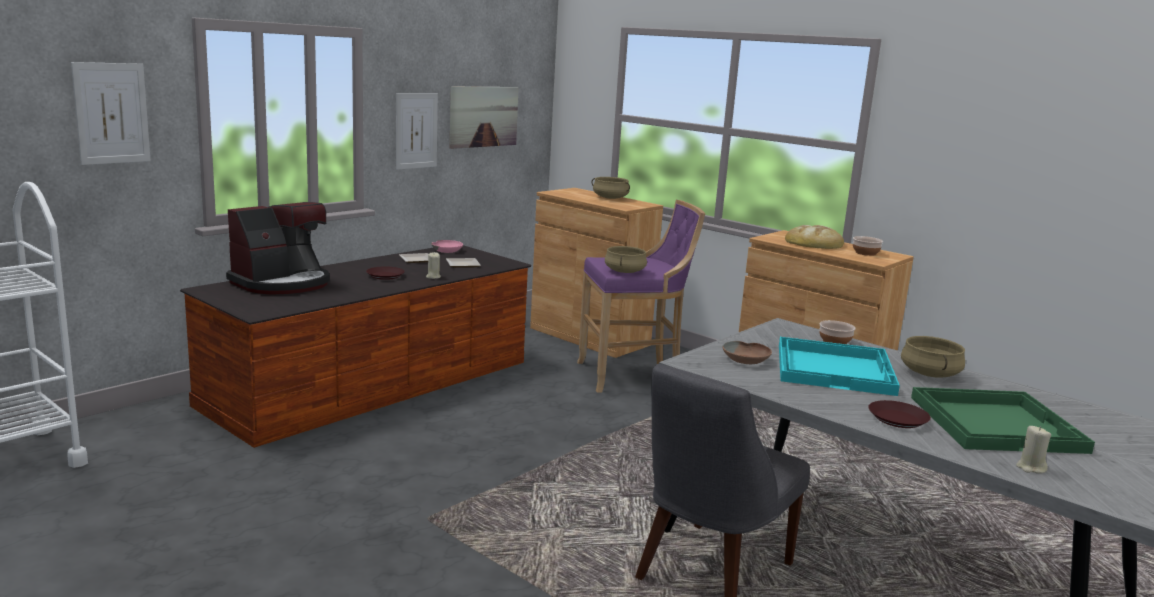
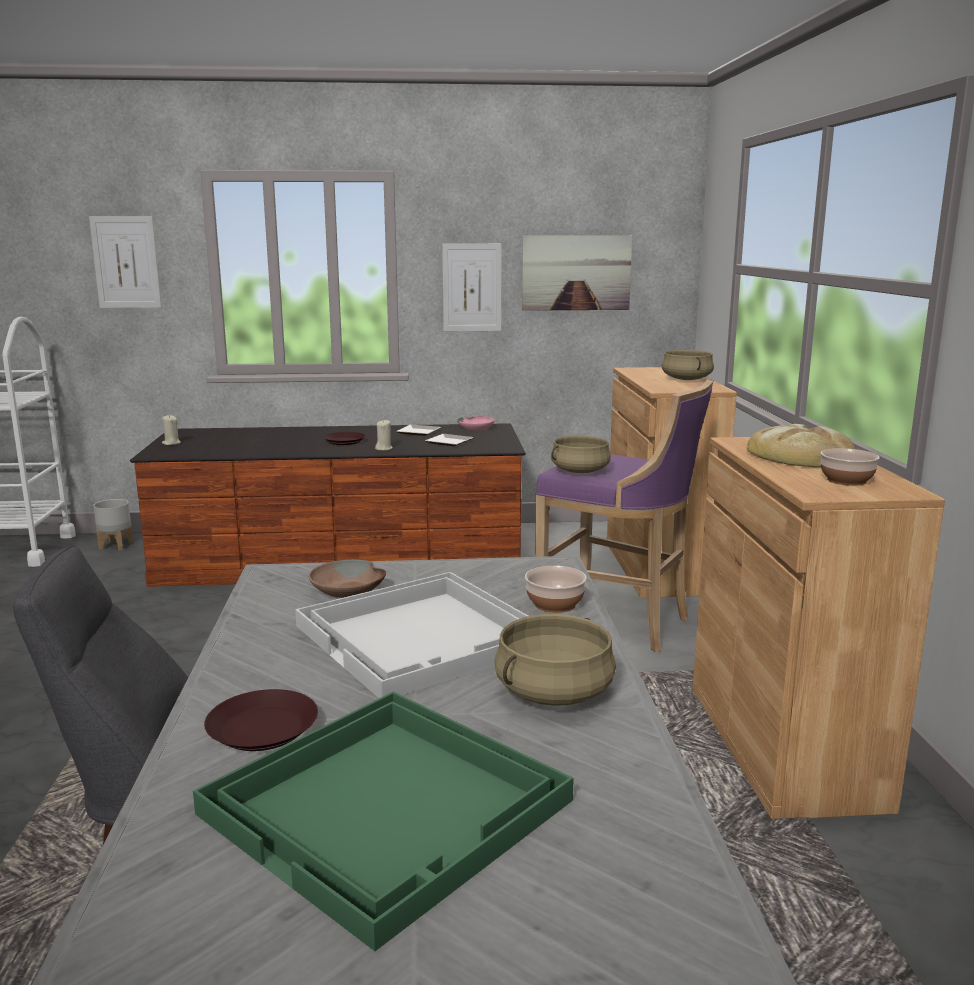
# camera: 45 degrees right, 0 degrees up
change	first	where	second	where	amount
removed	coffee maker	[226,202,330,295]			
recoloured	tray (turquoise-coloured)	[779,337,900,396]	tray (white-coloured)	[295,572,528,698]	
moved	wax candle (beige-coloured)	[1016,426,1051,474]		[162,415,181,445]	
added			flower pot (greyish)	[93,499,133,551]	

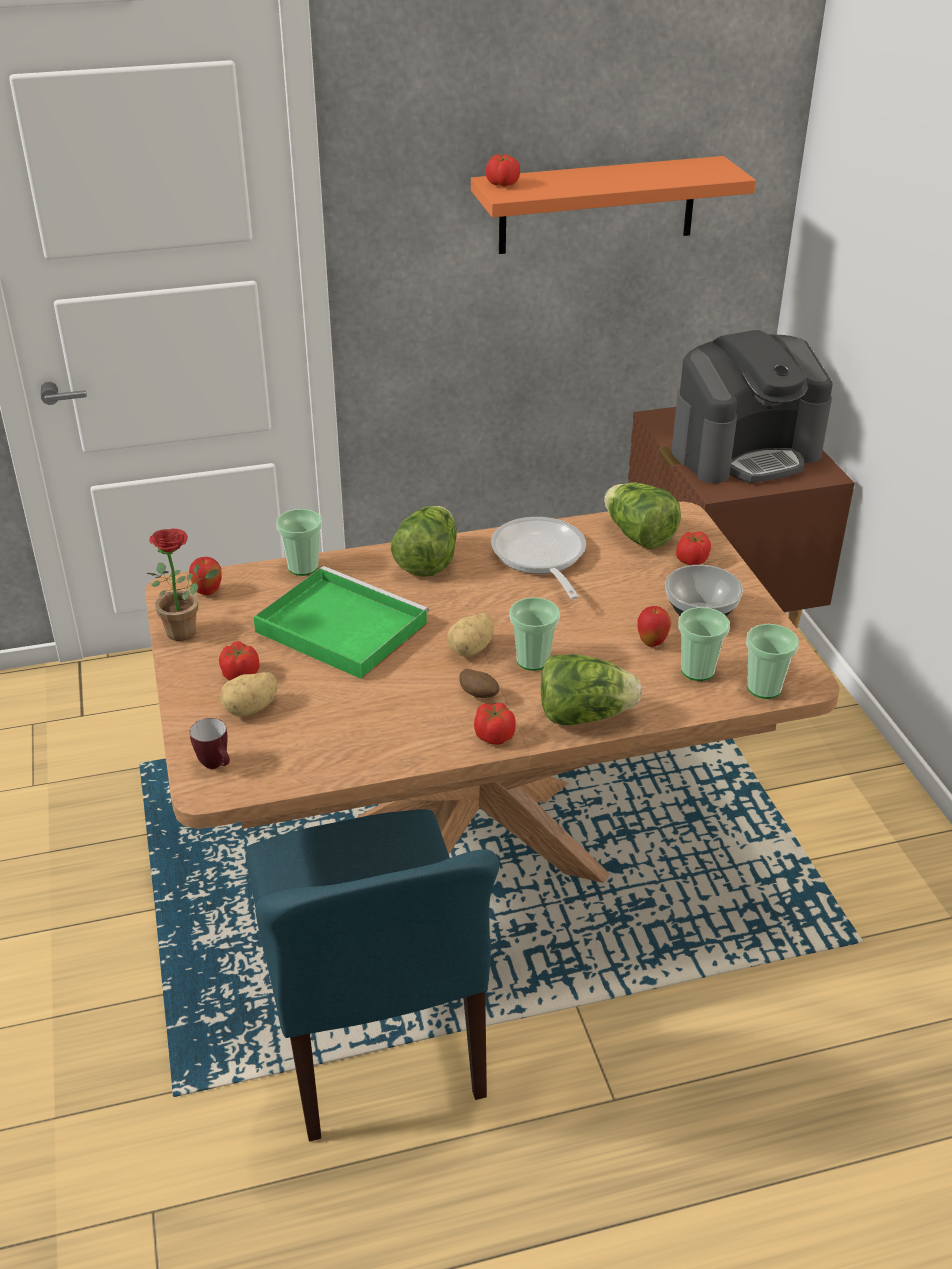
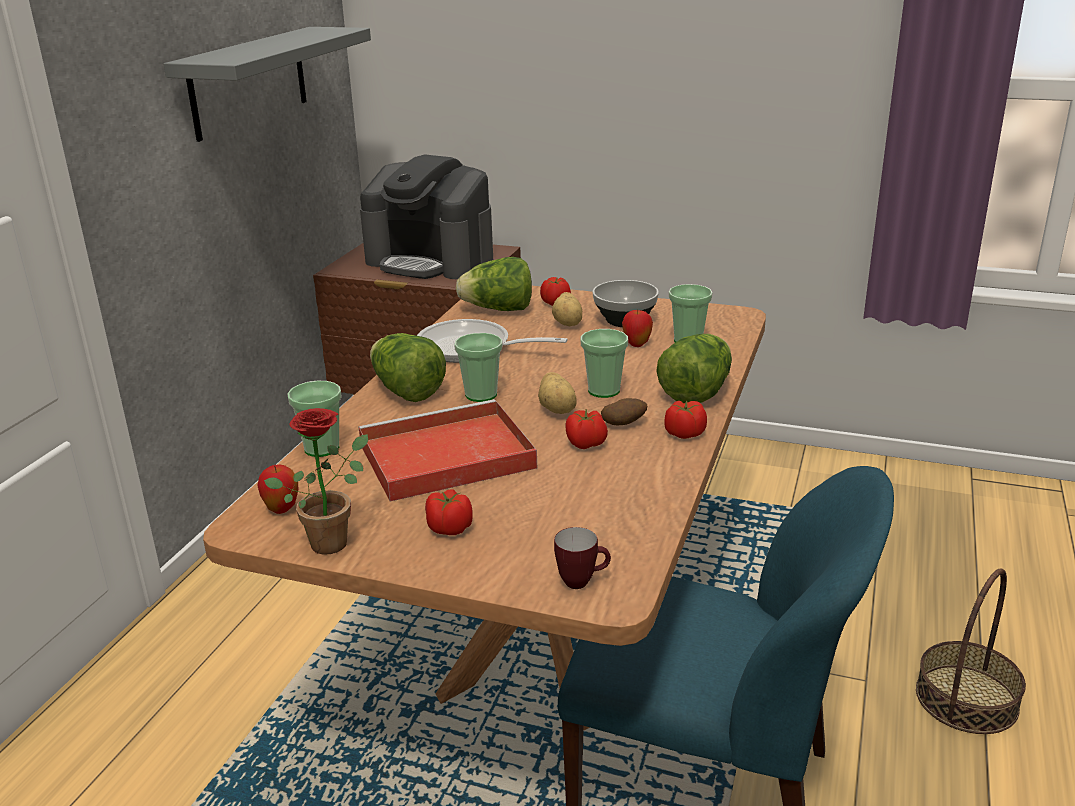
# camera: 55 degrees left, 10 degrees down
change	first	where	second	where	amount
moved	potato	[220,672,277,717]		[552,292,582,326]	
recoloured	tray (greenish)	[253,566,429,679]	tray (red-coloured)	[358,399,537,502]	
recoloured	bracket shelf (orangey)	[471,156,756,254]	bracket shelf (greyish)	[164,27,371,142]	
moved	fresh tomato	[486,154,520,187]		[566,409,608,449]	
turned	coffee maker	[672,330,832,483]		[360,154,493,279]	105 degrees clockwise
moved	small cup	[746,624,799,699]		[454,333,503,402]	
added			household basket	[916,569,1026,734]	

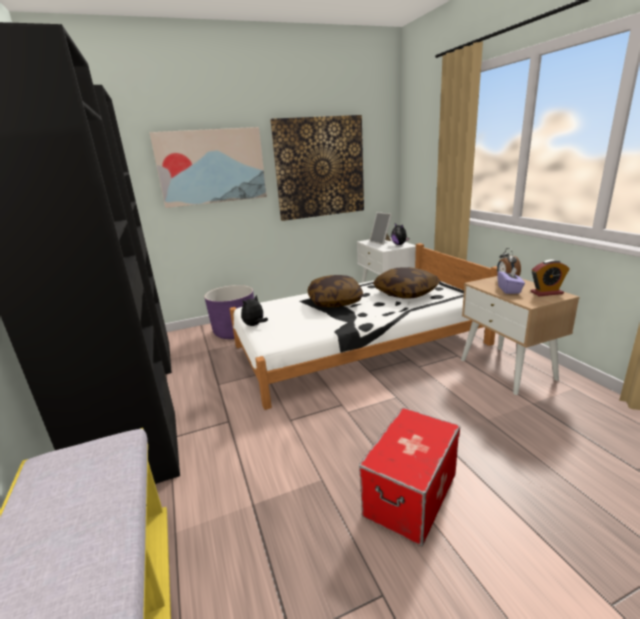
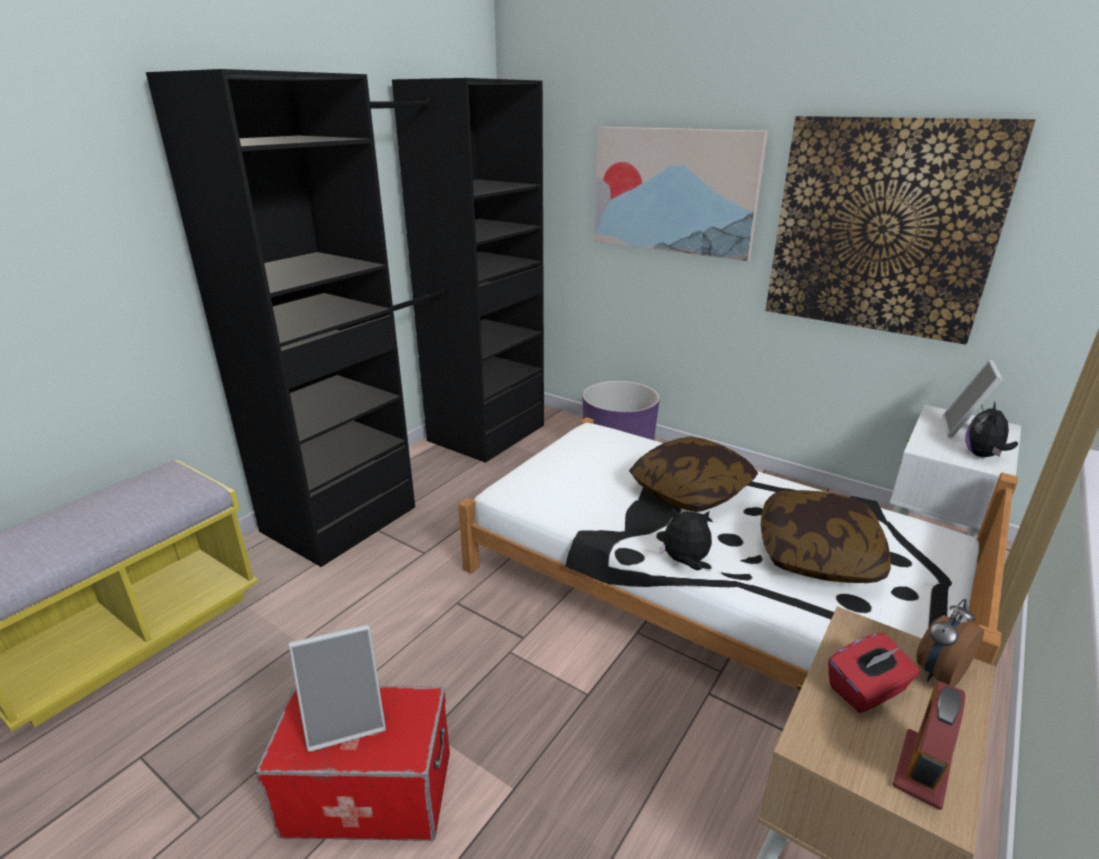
# camera: 55 degrees right, 5 degrees up
change	first	where	second	where	amount
moved	cuddly toy	[241,295,268,326]		[659,508,712,570]	
recoloured	box of tissues (purple)	[497,267,525,294]	box of tissues (red-coloured)	[828,633,920,713]	
turned	table clock	[530,260,570,296]		[893,680,965,810]	75 degrees clockwise
added			photo frame	[289,624,386,752]	

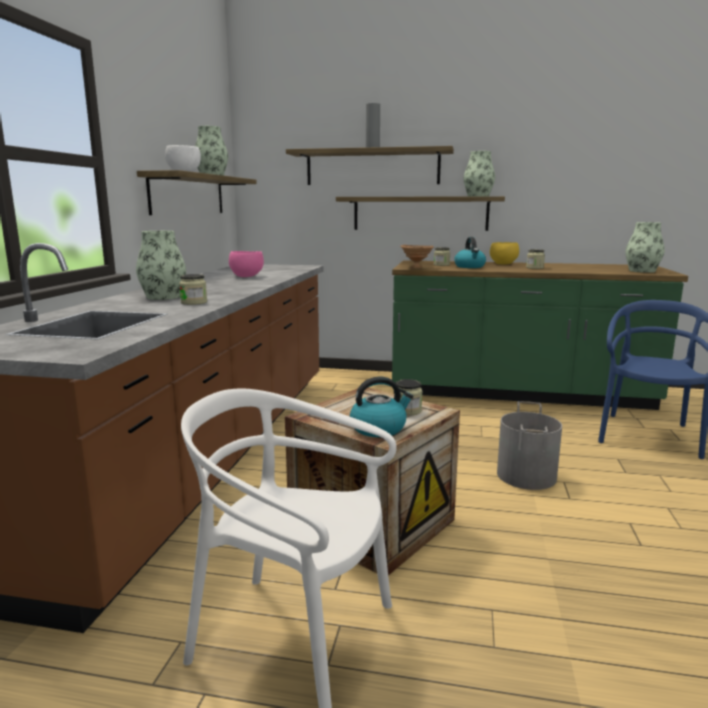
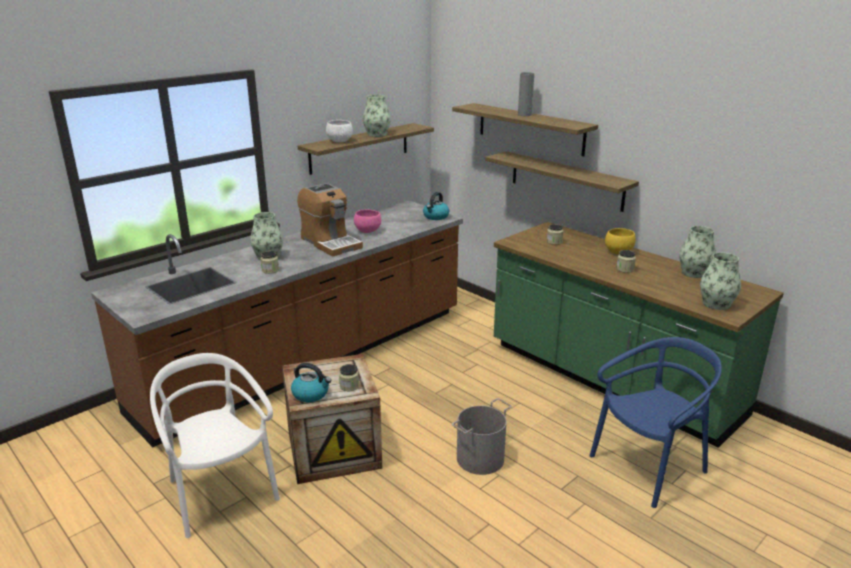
# camera: 35 degrees right, 10 degrees up
change	first	where	second	where	amount
removed	serving bowl (brown-coloured)	[400,245,434,268]			
moved	tea kettle	[454,237,486,268]		[423,192,449,220]	
moved	flower vase	[464,151,495,196]		[679,226,716,278]	
added			coffee maker	[297,183,363,257]	

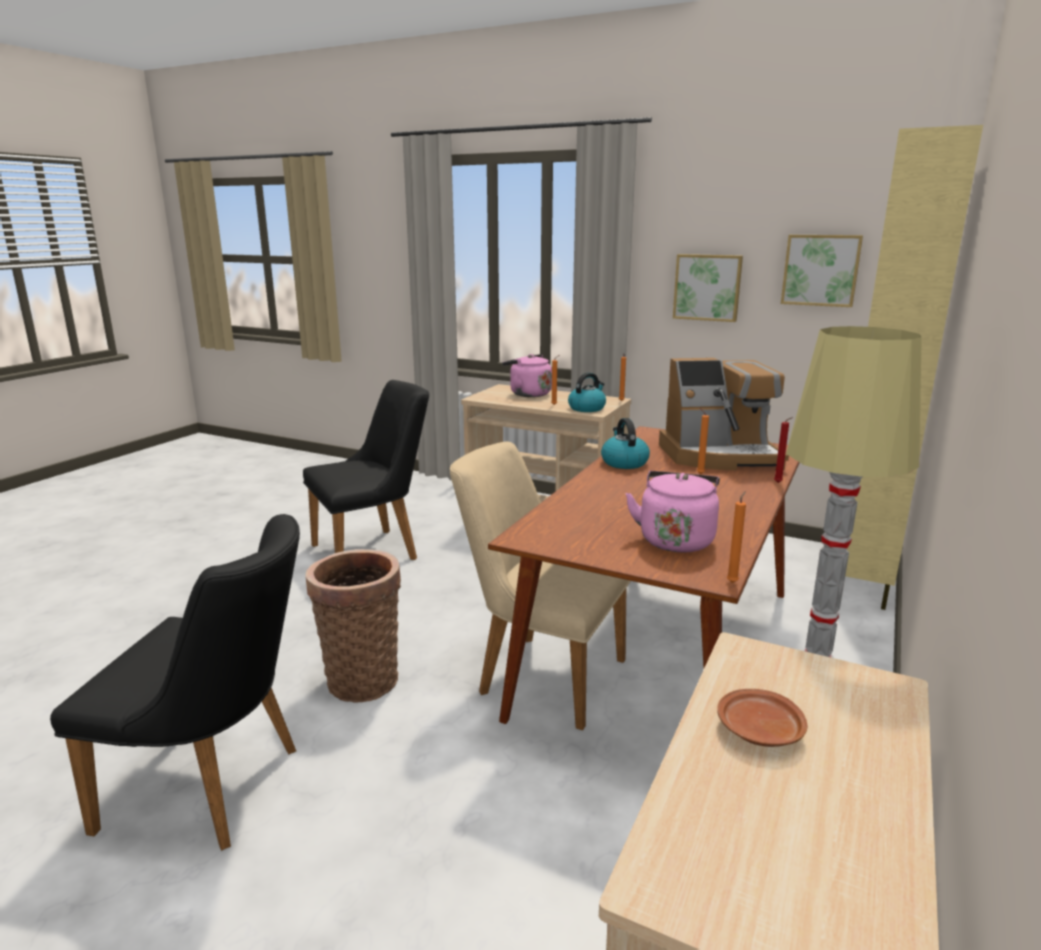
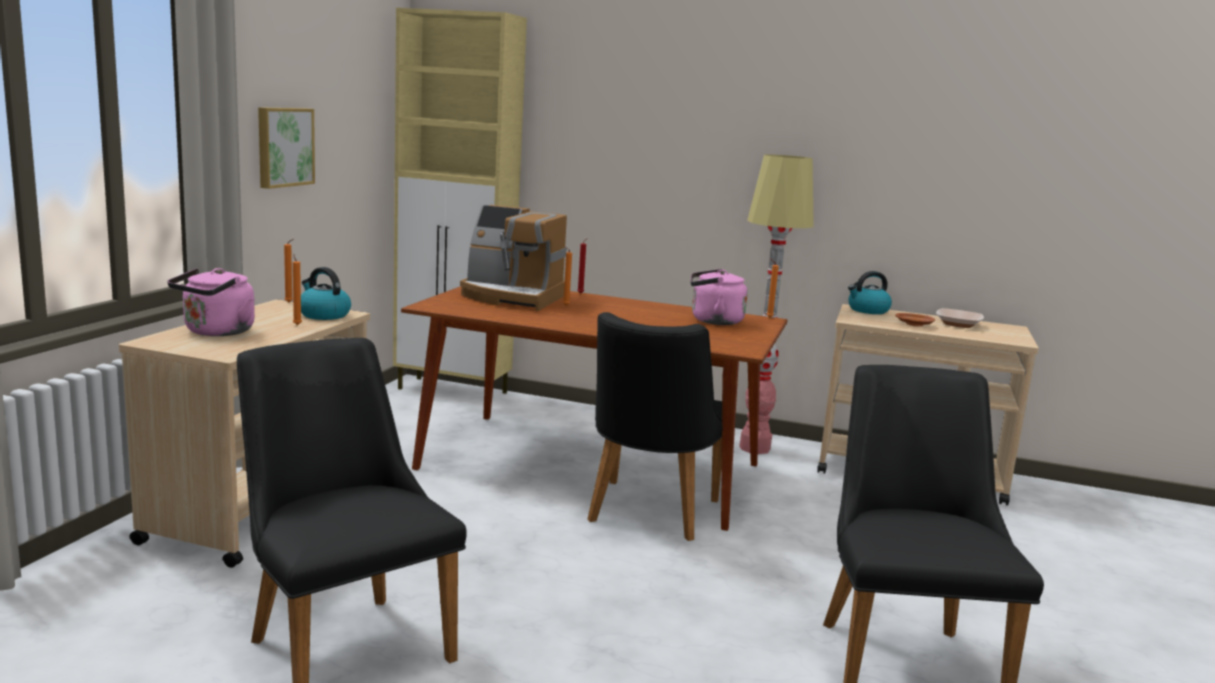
# camera: 100 degrees left, 5 degrees down
change	first	where	second	where	amount
removed	household basket	[306,549,401,702]			
recoloured	plain chair (beige-coloured)	[450,441,631,730]	plain chair (black)	[587,312,723,541]	
moved	tea kettle	[601,418,650,469]		[848,271,892,314]	
turned	coffee maker	[659,358,789,470]		[460,205,567,311]	120 degrees clockwise
removed	picture	[781,235,863,307]			
added			serving bowl	[936,308,984,328]	

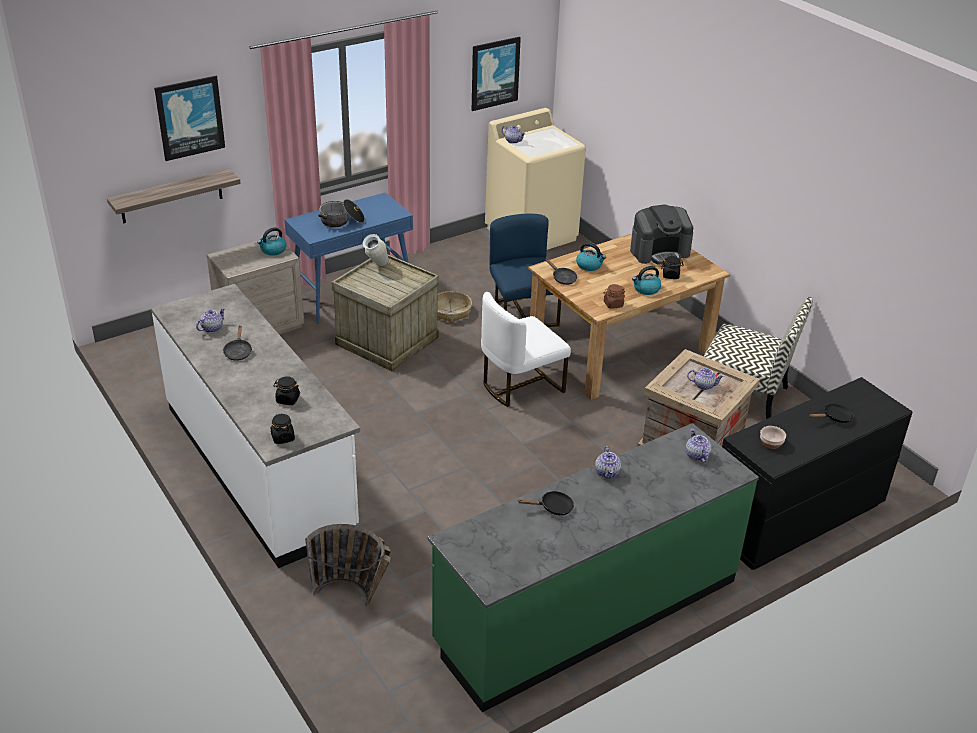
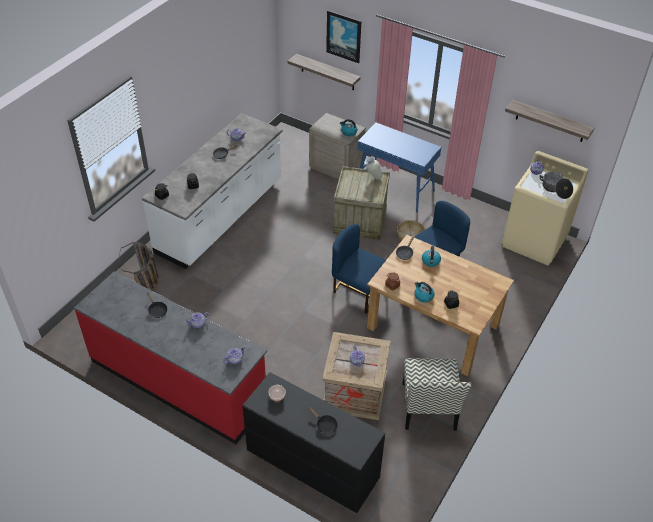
# camera: 65 degrees right, 10 degrees up
change	first	where	second	where	amount
moved	stockpot	[318,199,365,228]		[540,172,573,199]	
recoloured	counter (greenish)	[428,423,759,712]	counter (red-coloured)	[74,271,267,444]	
replaced	picture	[472,37,521,111]	bracket shelf	[505,99,595,142]	
recoloured	plain chair (white-coloured)	[481,292,571,407]	plain chair (blue)	[332,224,386,314]	
removed	coffee maker	[630,204,693,265]			

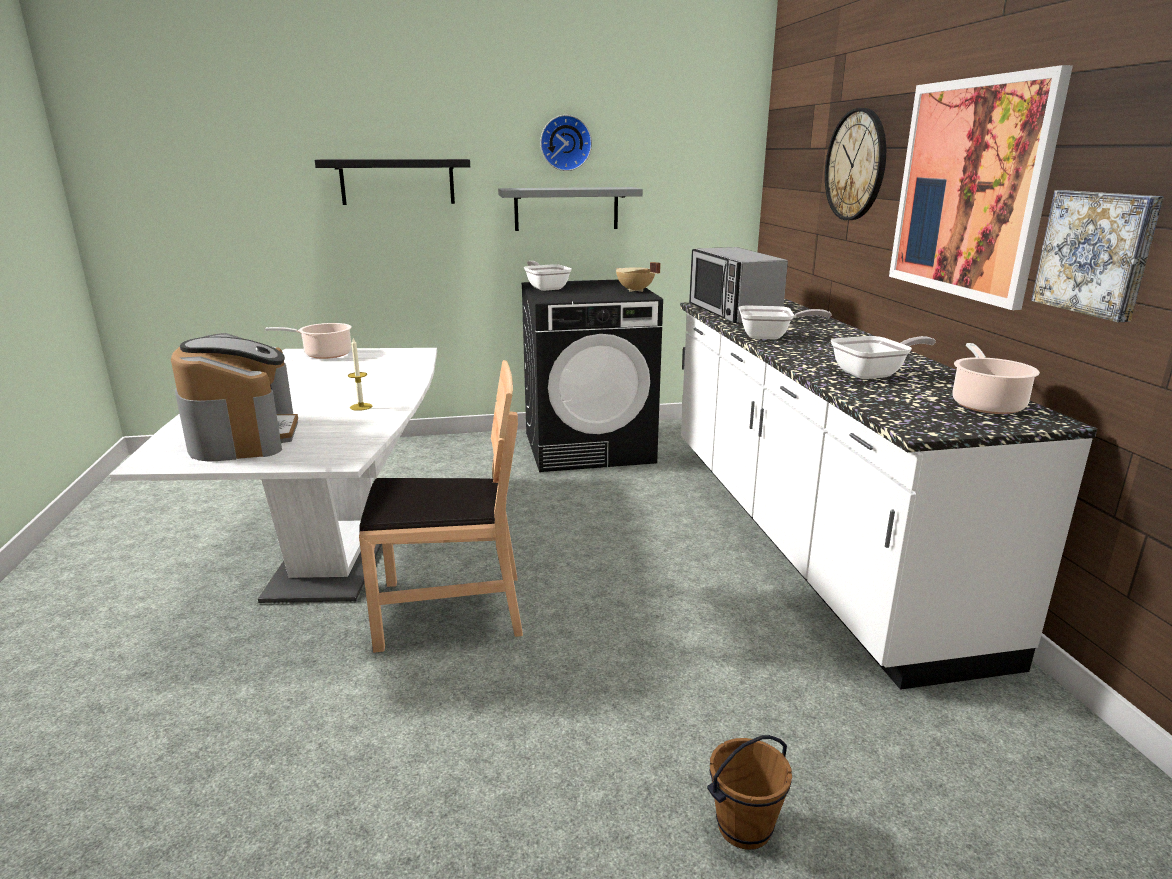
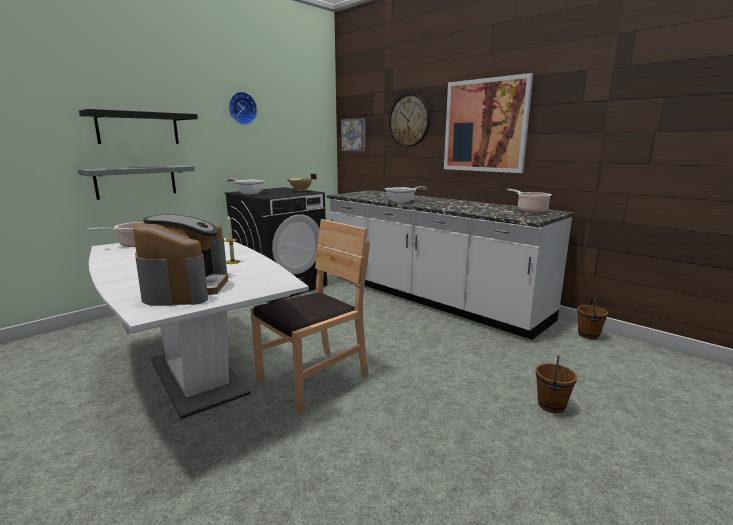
# camera: 35 degrees left, 5 degrees down
change	first	where	second	where	amount
turned	coffee maker	[171,333,298,461]		[133,213,228,306]	45 degrees clockwise
moved	bracket shelf (greyish)	[498,187,643,231]		[78,165,195,200]	
removed	microwave oven	[689,247,788,324]			
removed	skillet	[831,336,936,379]			
moved	picture	[1031,190,1164,322]		[341,118,365,152]	
added			pail (brown-coloured)	[577,298,608,339]	

